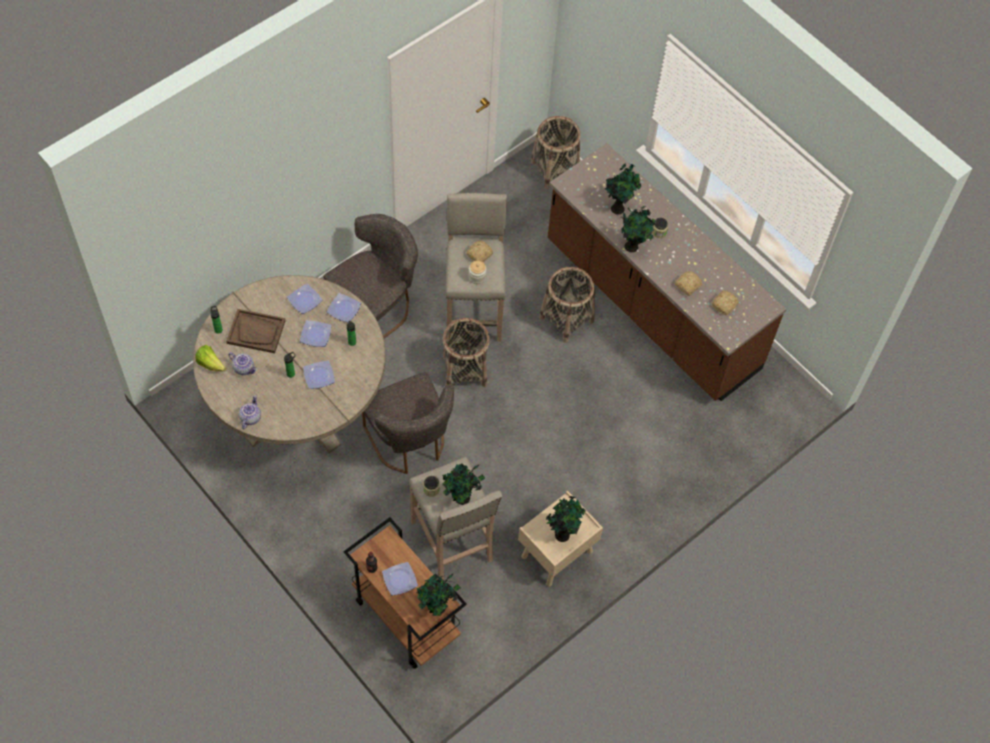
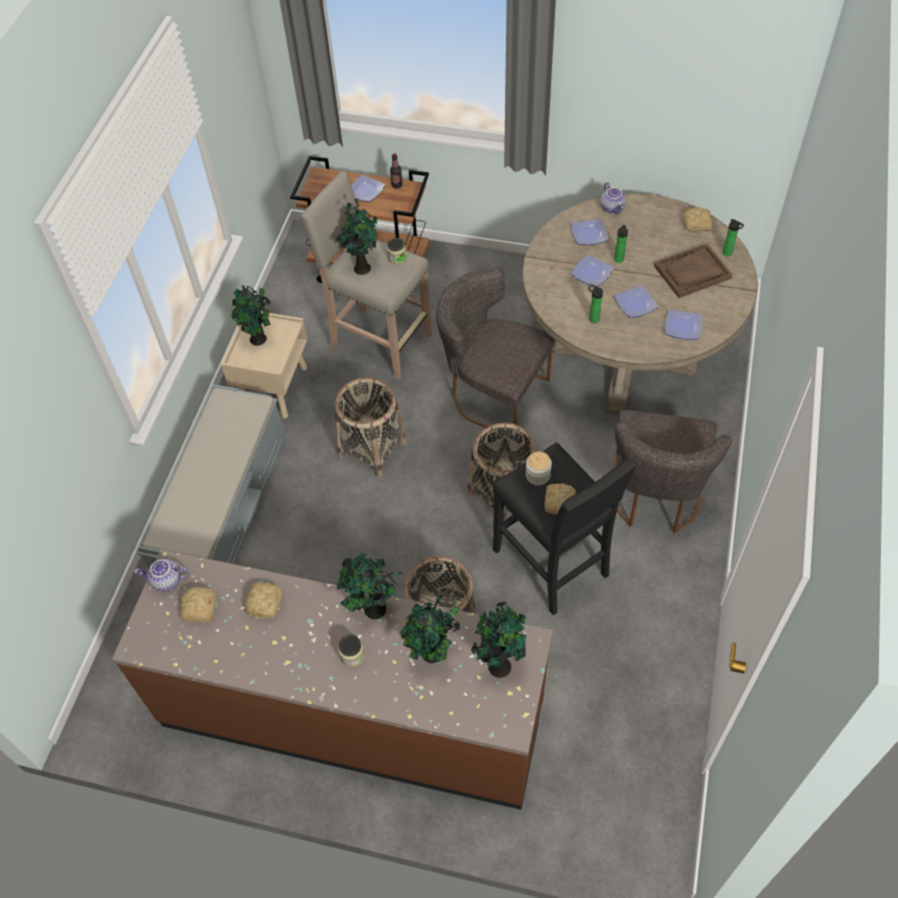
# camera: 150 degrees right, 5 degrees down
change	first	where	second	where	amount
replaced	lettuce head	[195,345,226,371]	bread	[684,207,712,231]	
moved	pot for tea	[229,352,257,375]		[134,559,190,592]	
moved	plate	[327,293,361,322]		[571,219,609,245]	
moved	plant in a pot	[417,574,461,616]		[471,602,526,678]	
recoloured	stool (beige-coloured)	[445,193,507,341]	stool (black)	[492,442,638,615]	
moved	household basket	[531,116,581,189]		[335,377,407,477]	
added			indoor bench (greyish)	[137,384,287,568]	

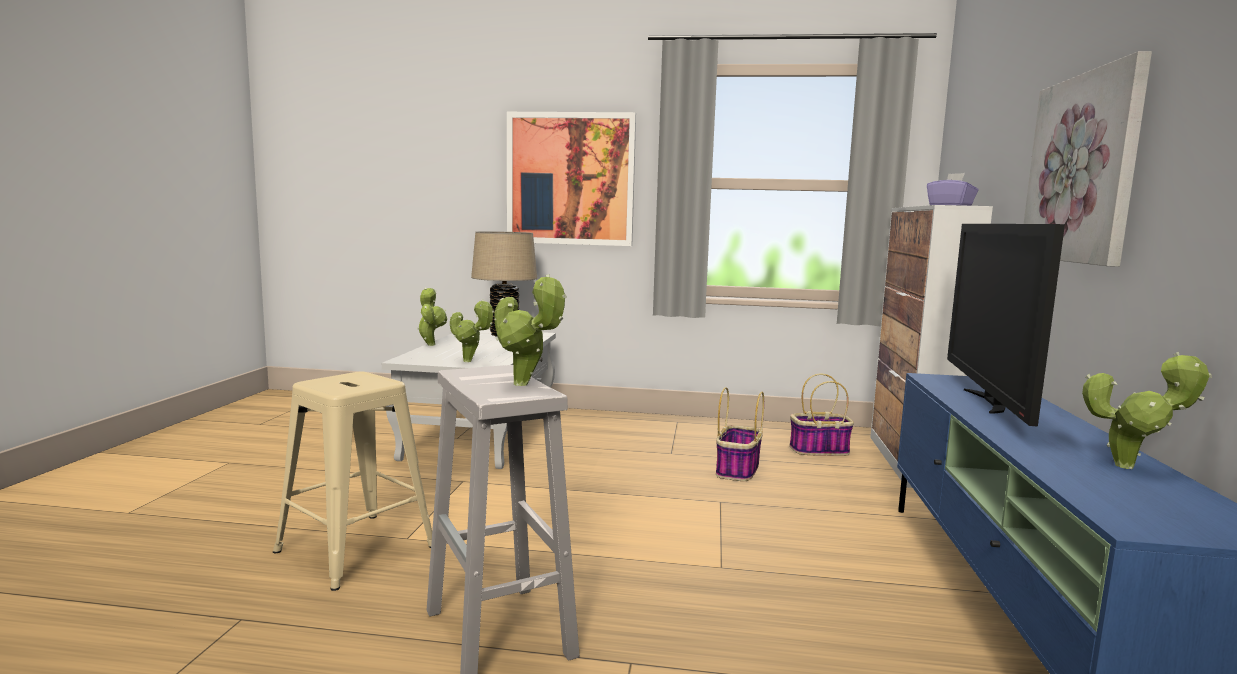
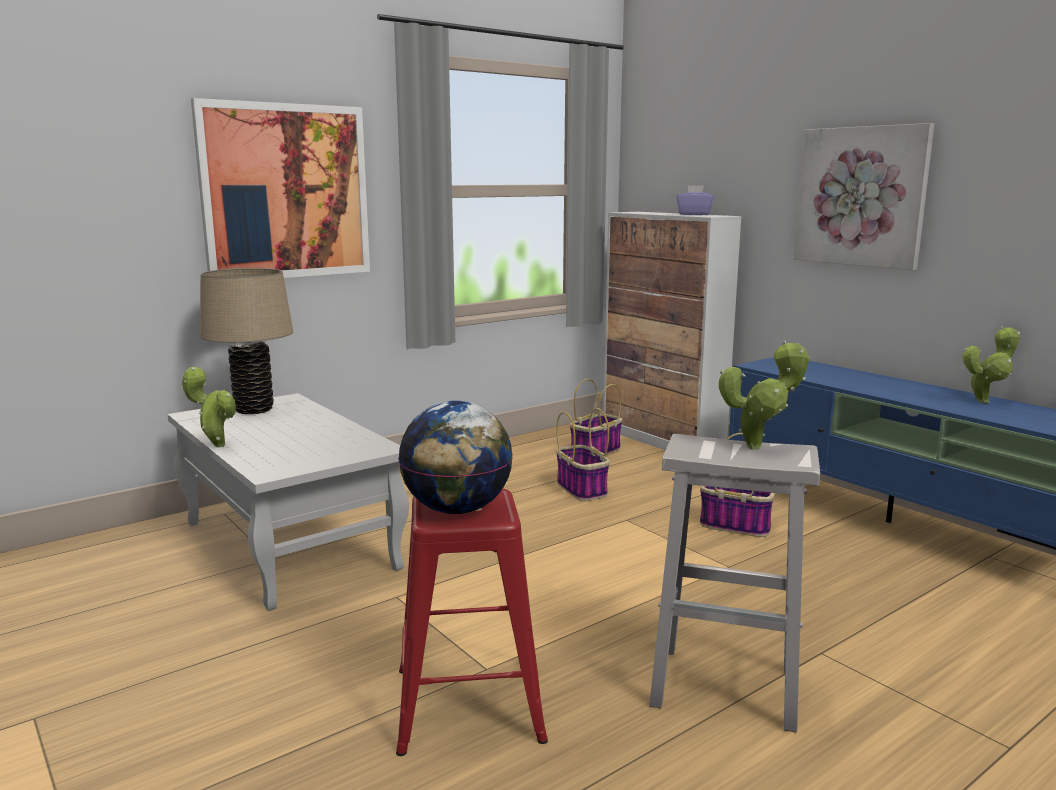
# camera: 45 degrees left, 5 degrees up
change	first	where	second	where	amount
recoloured	stool (beige-coloured)	[273,372,432,591]	stool (red-coloured)	[396,489,548,756]	
removed	plant in a pot	[450,299,494,362]			
removed	TV	[947,224,1065,427]			
added			globe	[398,401,513,514]	
added			household basket	[700,433,775,537]	

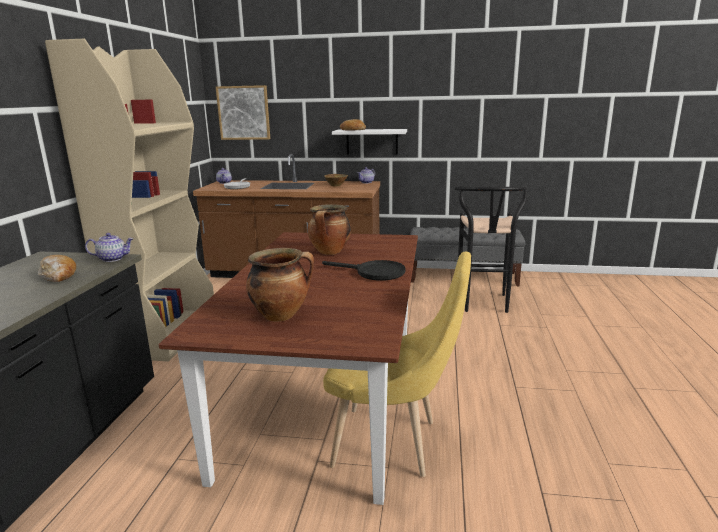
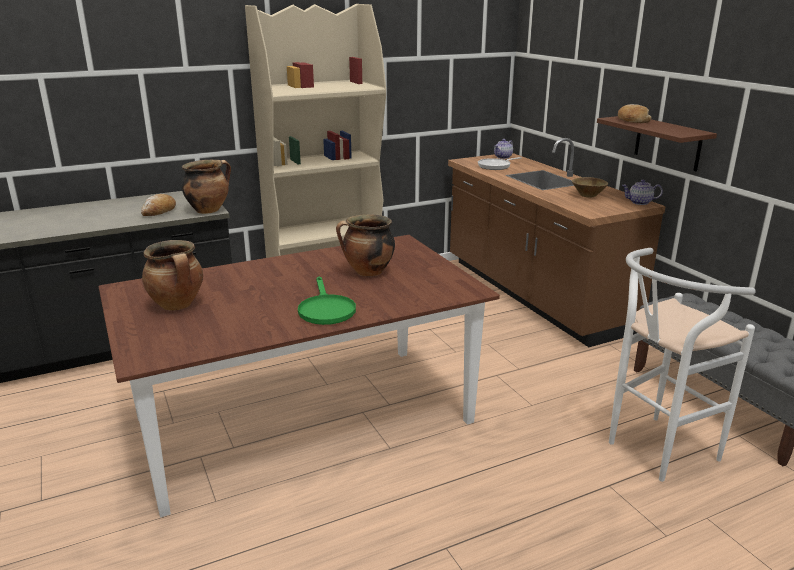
# camera: 55 degrees right, 5 degrees up
change	first	where	second	where	amount
replaced	pot for tea	[85,233,134,262]	stockpot	[182,160,231,214]	
removed	picture	[216,85,270,140]			
recoloured	skillet (black)	[322,260,406,281]	skillet (greenish)	[298,277,356,325]	
removed	plain chair (yellow-coloured)	[323,252,471,477]			
recoloured	bracket shelf (white-coloured)	[332,129,407,155]	bracket shelf (brown-coloured)	[597,116,717,171]	
recoloured	stool (black)	[455,186,528,313]	stool (white-coloured)	[609,248,756,482]	

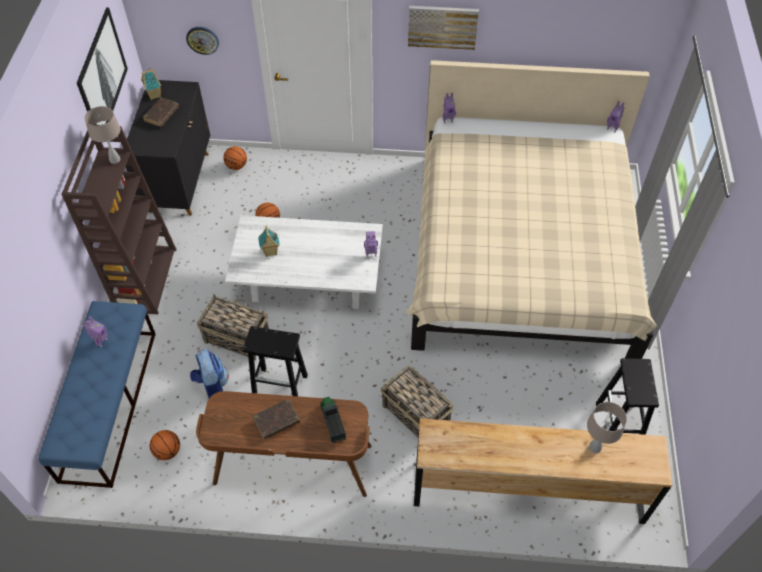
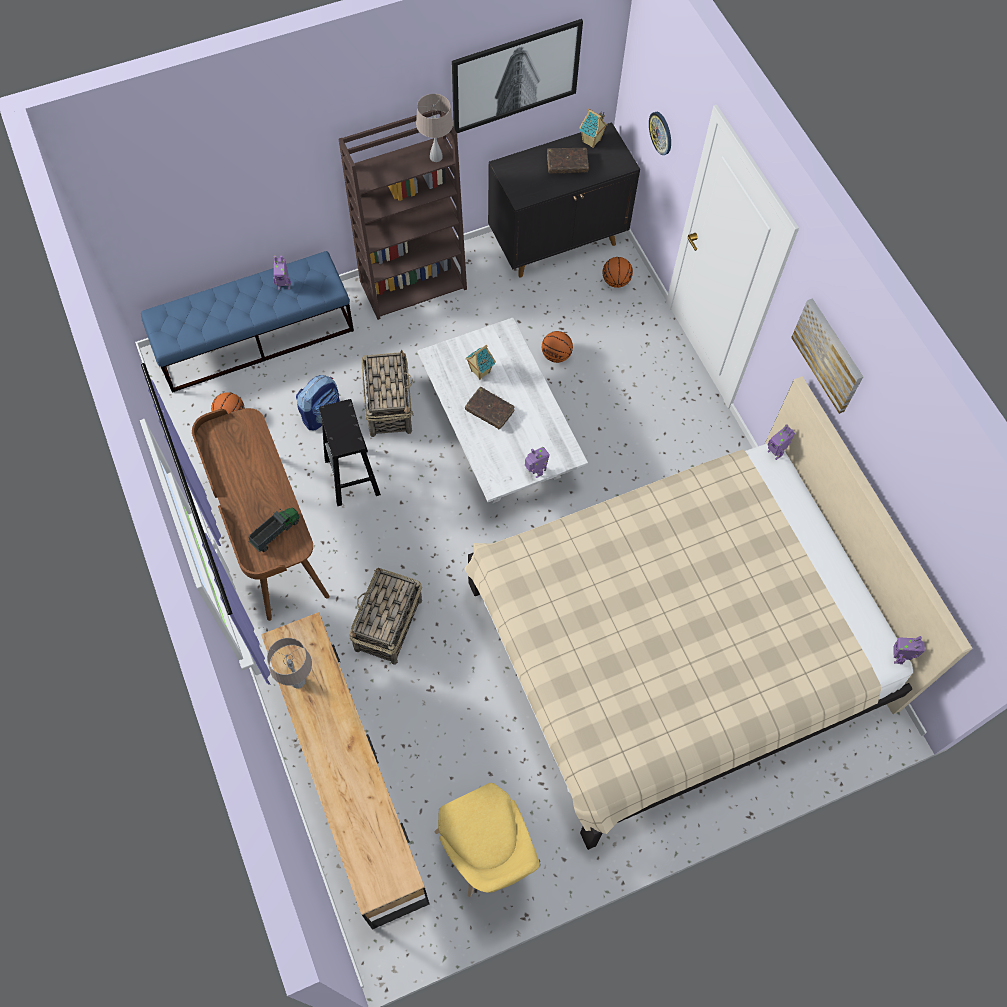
# camera: 60 degrees right, 10 degrees up
change	first	where	second	where	amount
moved	book (brown-coloured)	[252,399,300,440]		[465,387,514,429]	
moved	tabletop lamp (beige-coloured)	[587,402,627,453]		[267,638,312,689]	
replaced	stool (black)	[596,358,659,435]	plain chair (yellow-coloured)	[435,783,540,897]	

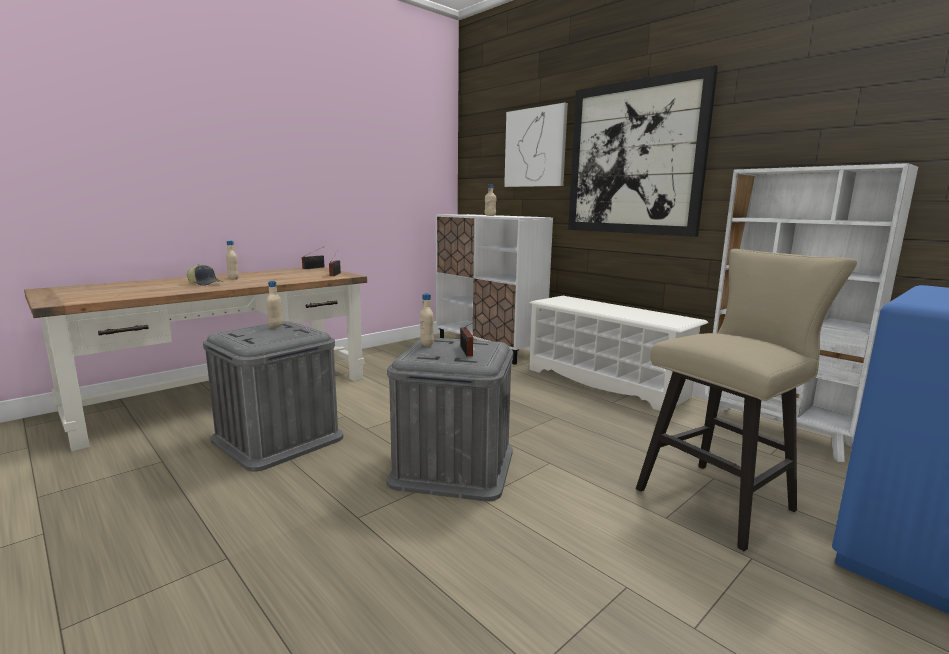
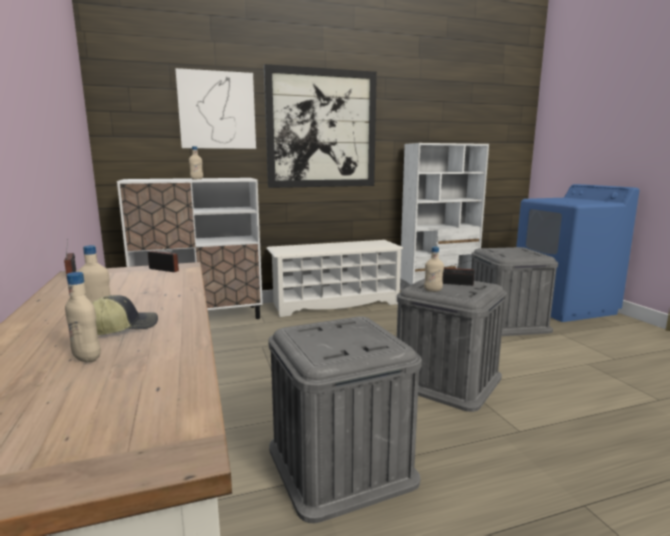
# camera: 65 degrees left, 0 degrees up
change	first	where	second	where	amount
moved	beverage bottle (beige-coloured)	[266,281,283,329]		[65,272,101,362]	
replaced	stool (beige-coloured)	[636,249,857,551]	storage box (greyish)	[471,247,558,336]	

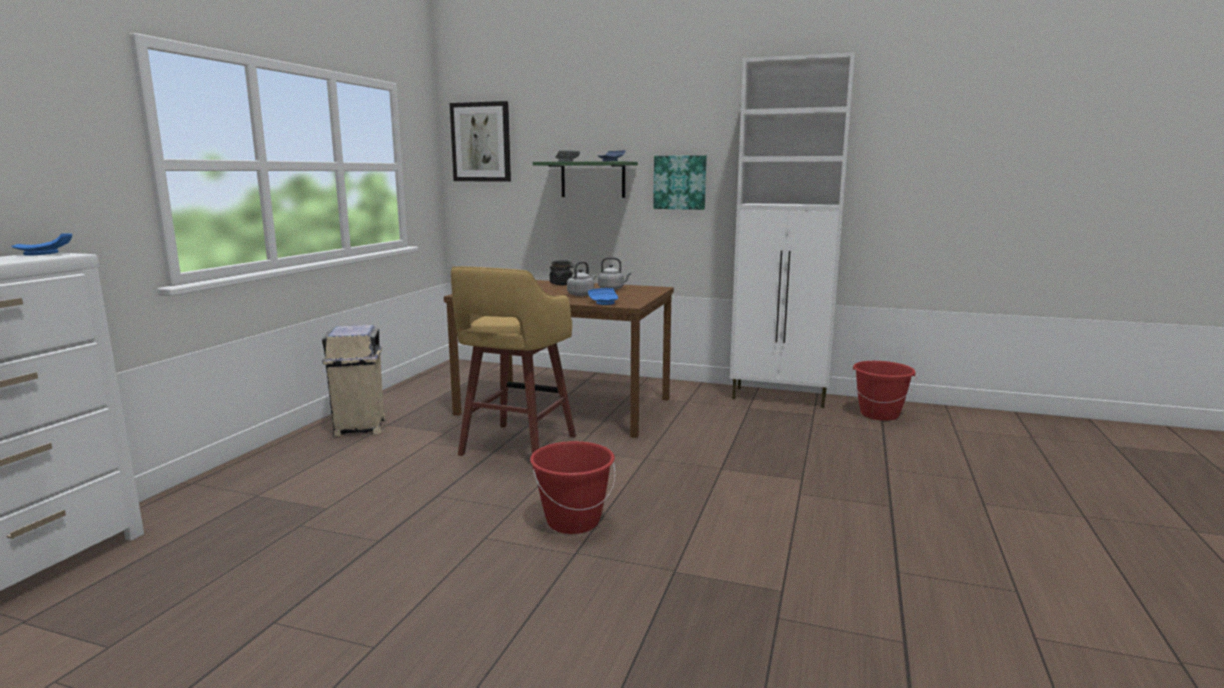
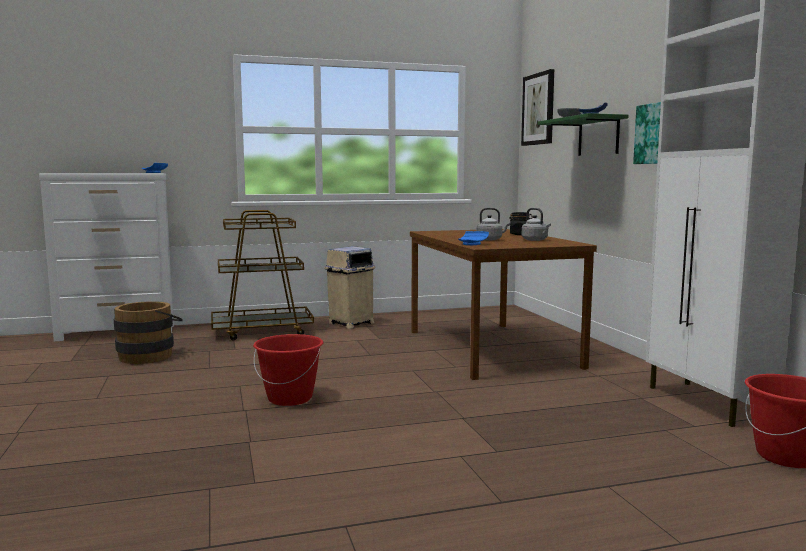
# camera: 55 degrees right, 5 degrees down
change	first	where	second	where	amount
removed	stool (yellow-coloured)	[451,266,576,456]			
added			pail (brown-coloured)	[114,301,183,364]	
added			wheeled cart (brown-coloured)	[211,210,314,340]	

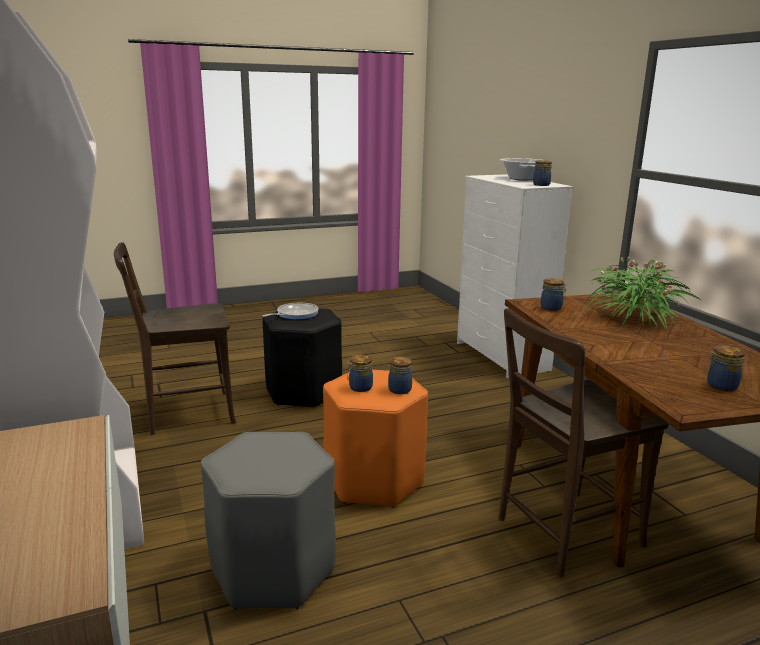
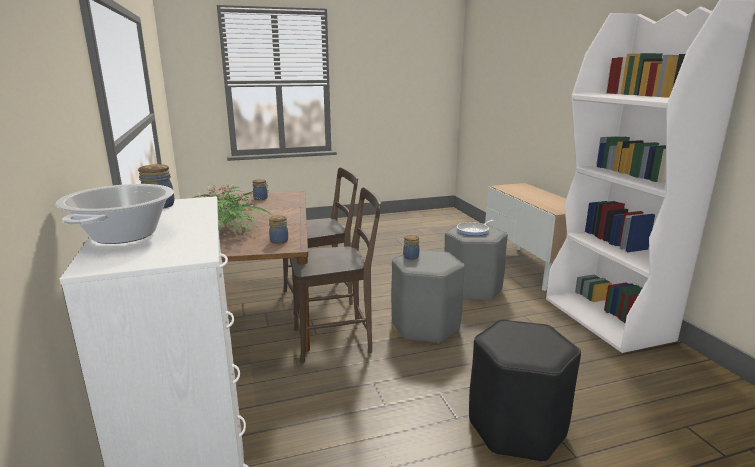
# camera: 175 degrees left, 0 degrees up
change	first	where	second	where	amount
moved	plain chair (brown-coloured)	[114,242,236,435]		[290,187,381,363]	
moved	skillet	[262,303,319,320]		[457,220,494,236]	
recoloured	stool (orangey)	[323,370,428,508]	stool (greyish)	[391,250,465,344]	
removed	storage jar	[347,355,373,392]			

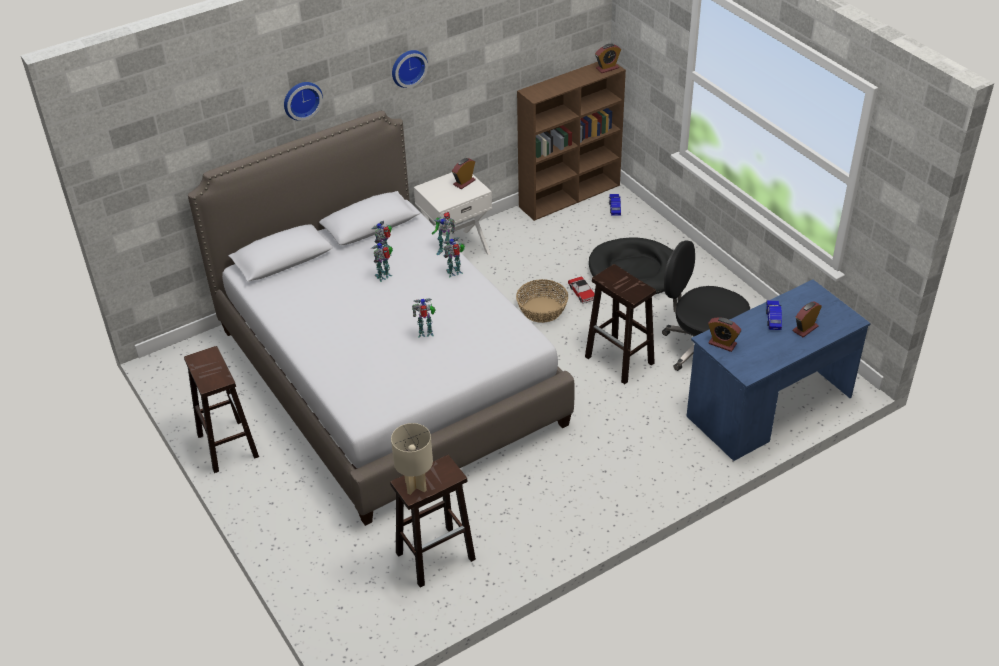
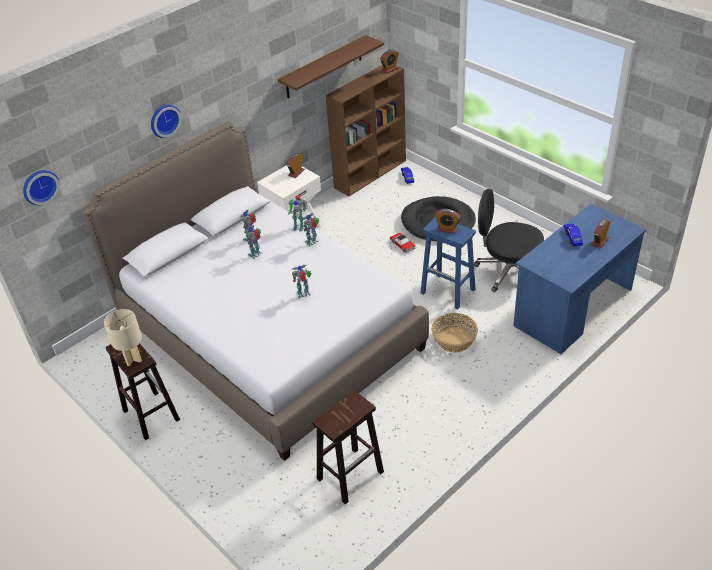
# camera: 10 degrees left, 0 degrees up
change	first	where	second	where	amount
moved	tabletop lamp (beige-coloured)	[391,423,433,495]		[104,309,142,366]	
moved	wall clock	[392,50,428,88]		[23,170,59,205]	
moved	household basket	[516,279,568,323]		[432,313,478,352]	
recoloured	stool (brown-coloured)	[585,264,656,384]	stool (blue)	[420,217,476,309]	
moved	table clock	[708,317,741,352]		[435,209,460,234]	
added			bracket shelf (brown-coloured)	[278,35,384,98]	

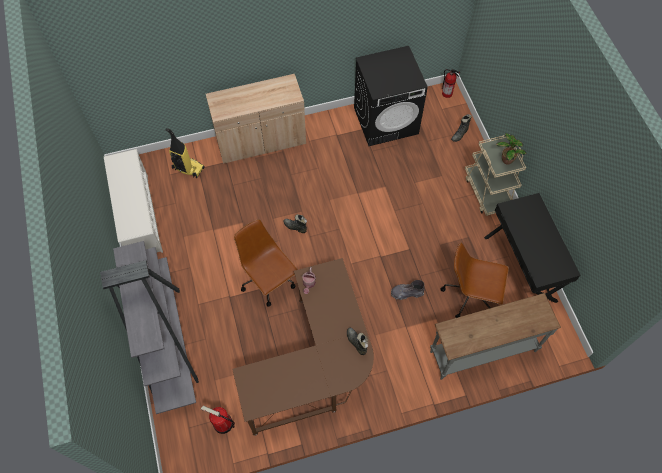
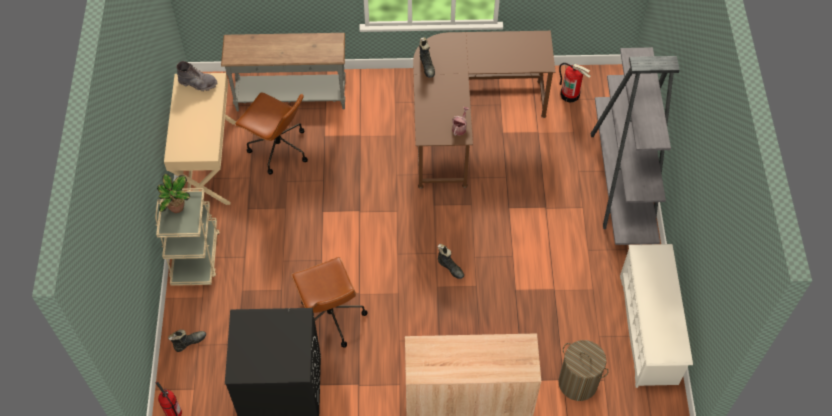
# camera: 165 degrees left, 5 degrees down
change	first	where	second	where	amount
replaced	vacuum	[165,128,205,179]	washing basket	[558,340,608,401]	
moved	desk chair (brown-coloured)	[234,219,298,307]		[291,257,368,348]	
moved	boot (greyish)	[391,280,425,300]		[176,61,217,91]	
recoloured	desk (black)	[484,193,581,303]	desk (beige-coloured)	[164,73,236,205]	

